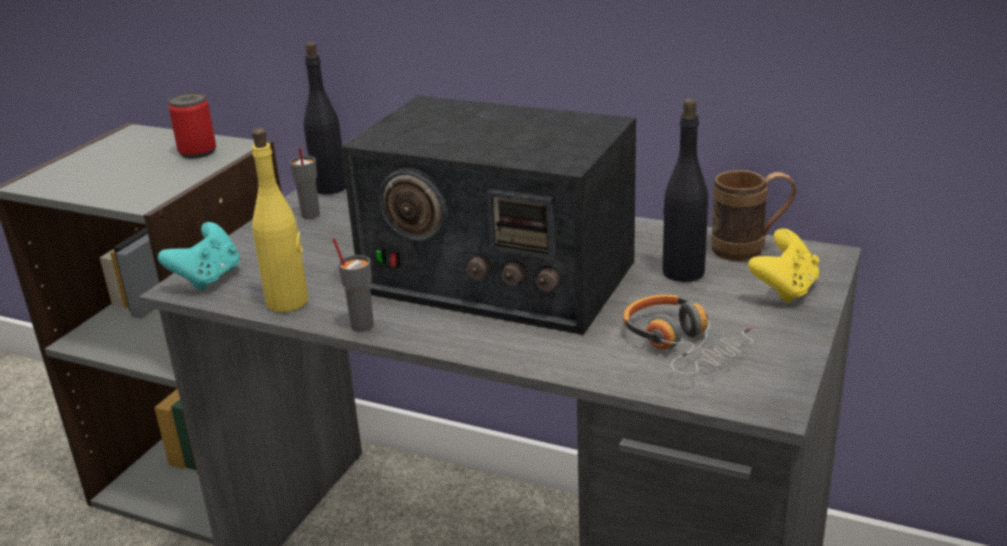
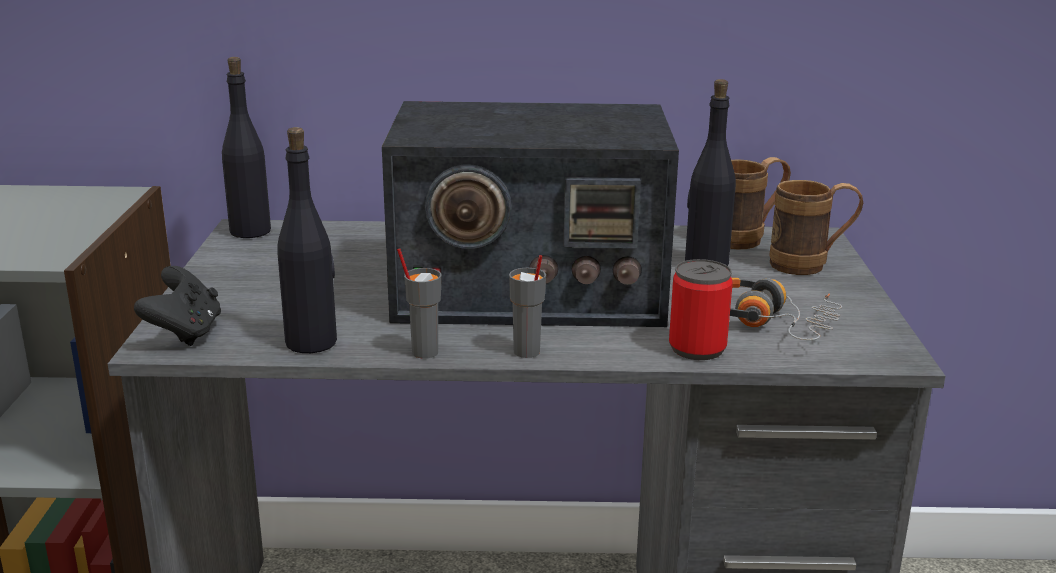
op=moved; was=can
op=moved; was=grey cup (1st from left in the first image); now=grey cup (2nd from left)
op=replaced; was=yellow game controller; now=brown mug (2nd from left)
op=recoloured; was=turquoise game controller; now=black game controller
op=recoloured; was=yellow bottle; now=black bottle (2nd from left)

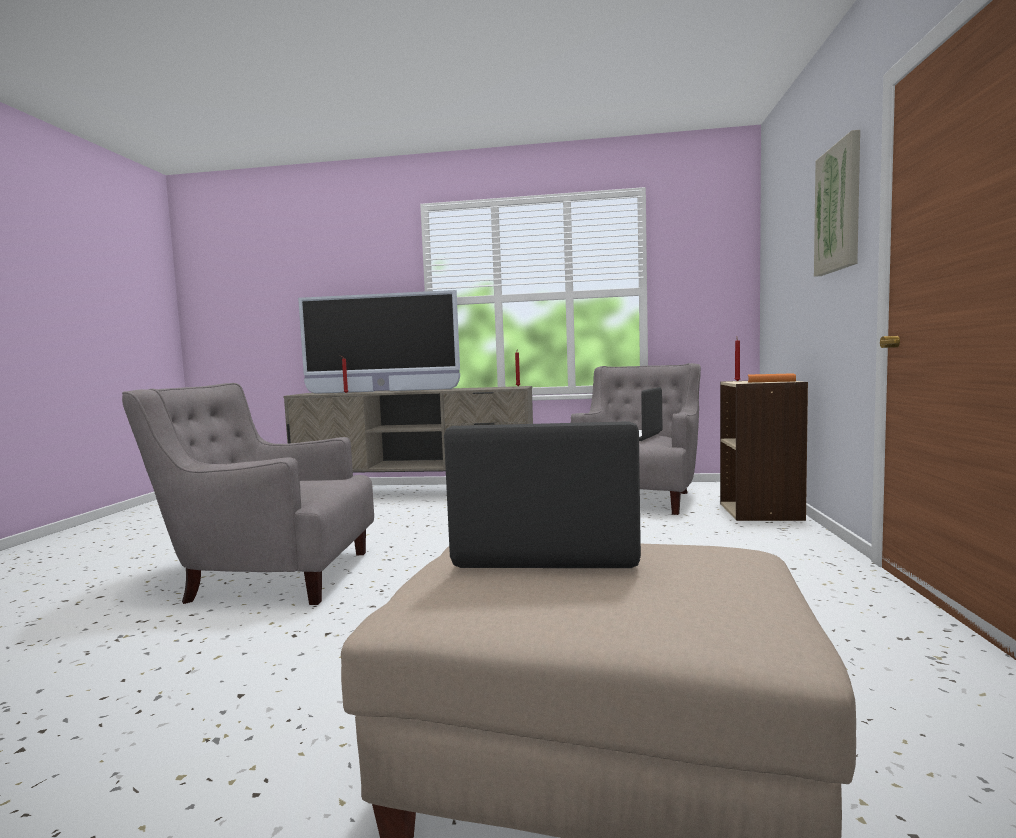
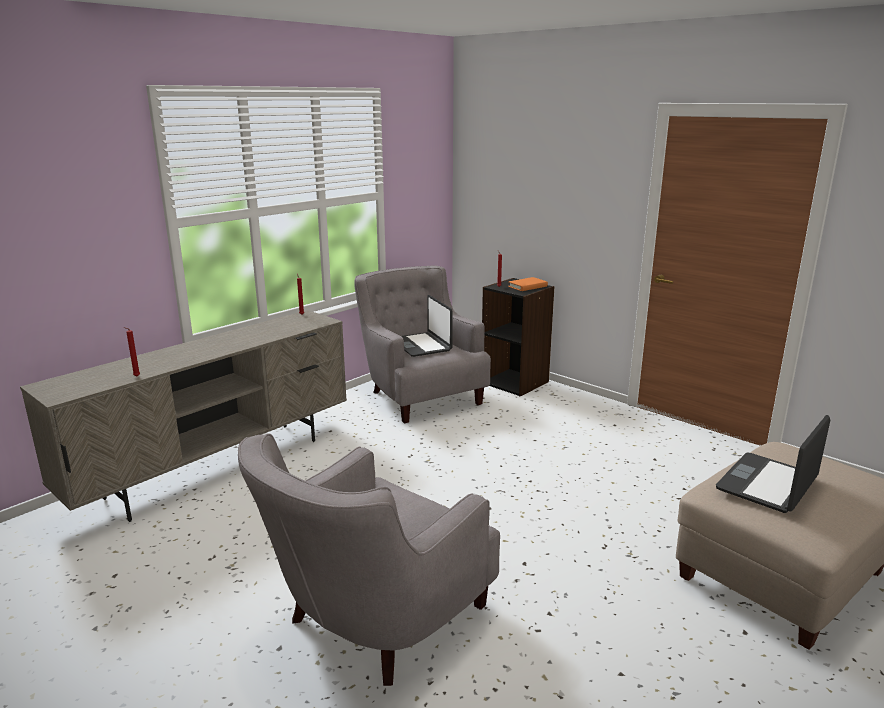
op=removed; was=television
op=removed; was=picture
op=recoloured; was=beige bookcase; now=black bookcase

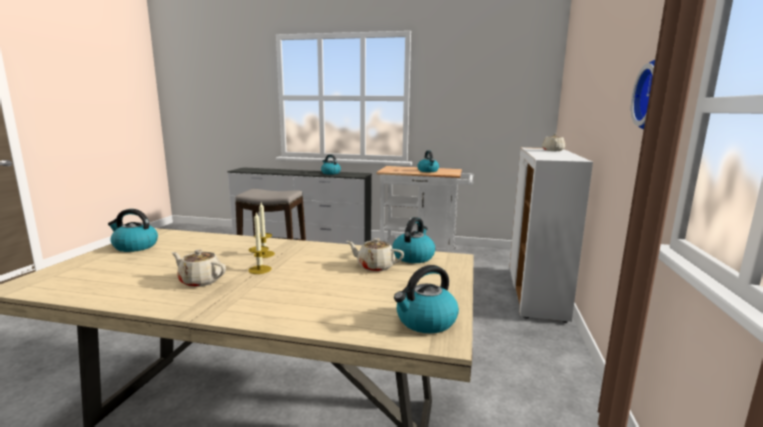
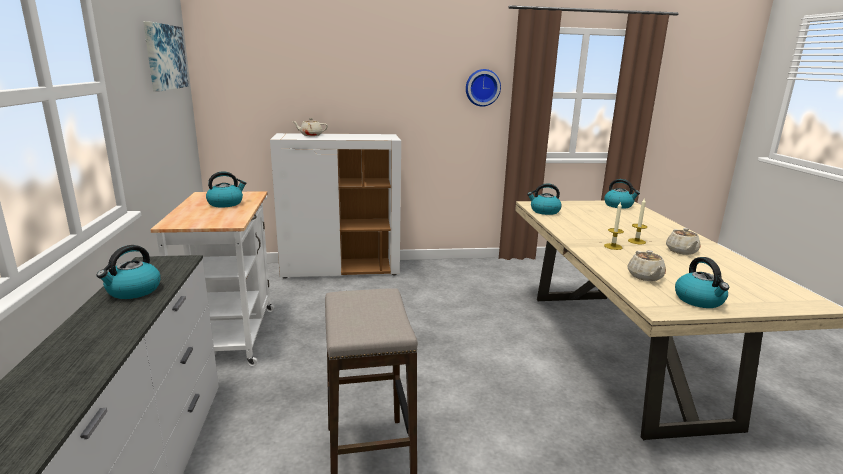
op=added; now=picture
op=moved; was=beige teapot (2nd from left)

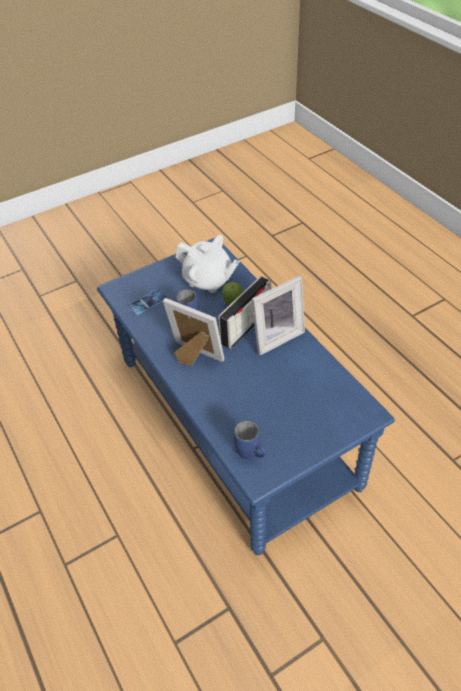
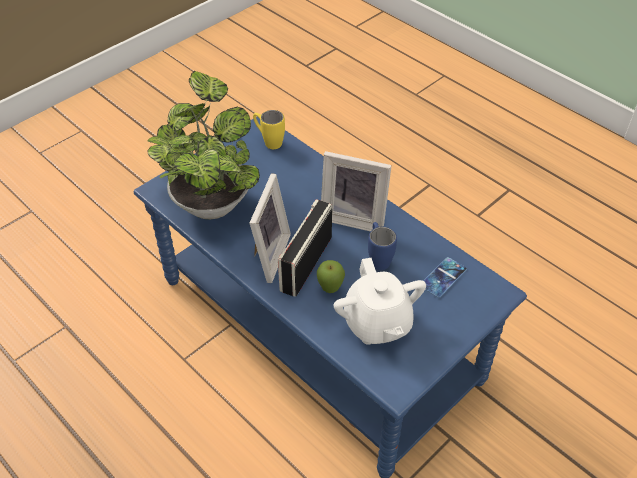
op=added; now=potted plant
op=recoloured; was=blue mug (2nd from left); now=yellow mug
op=turned; was=white teapot; clockwise=-120
op=turned; was=picture frame (2nd from left in the first image); clockwise=150

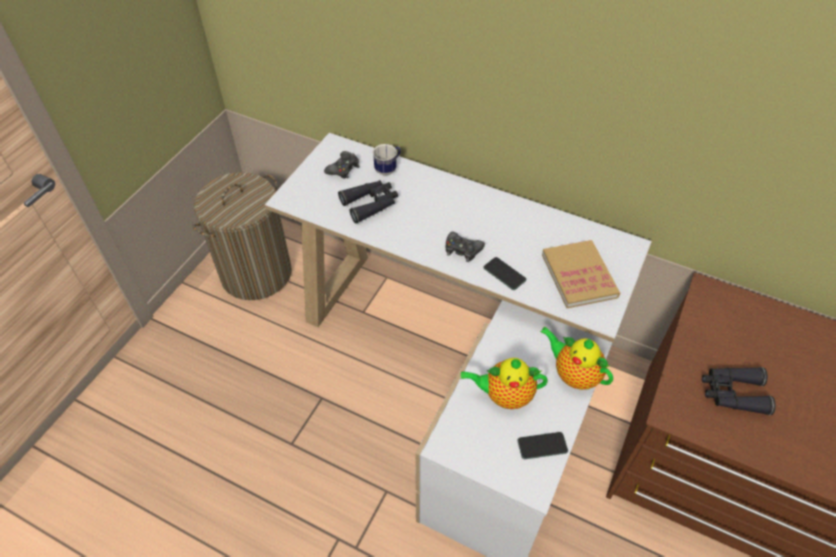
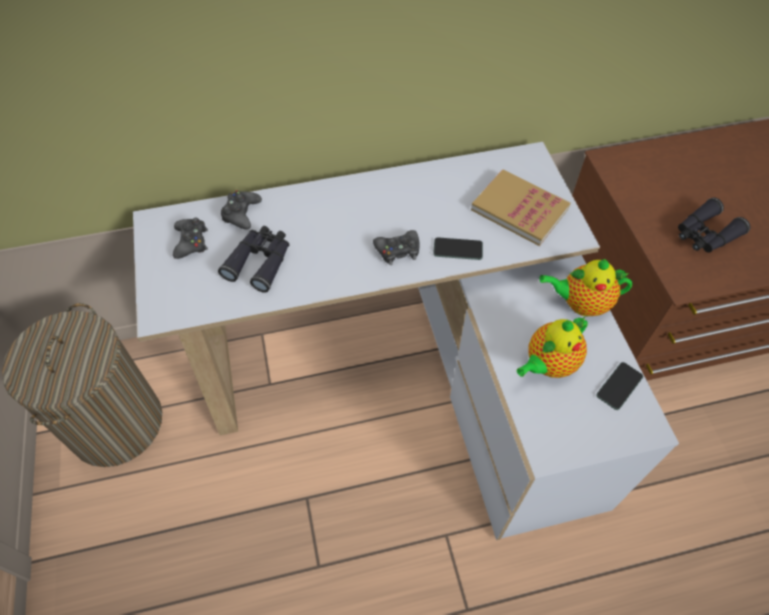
op=replaced; was=mug; now=black game controller (2nd from left)

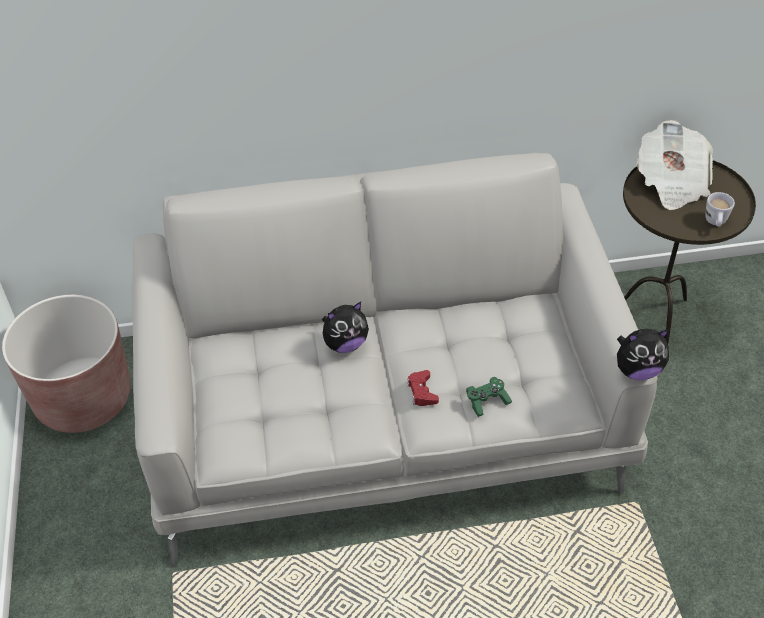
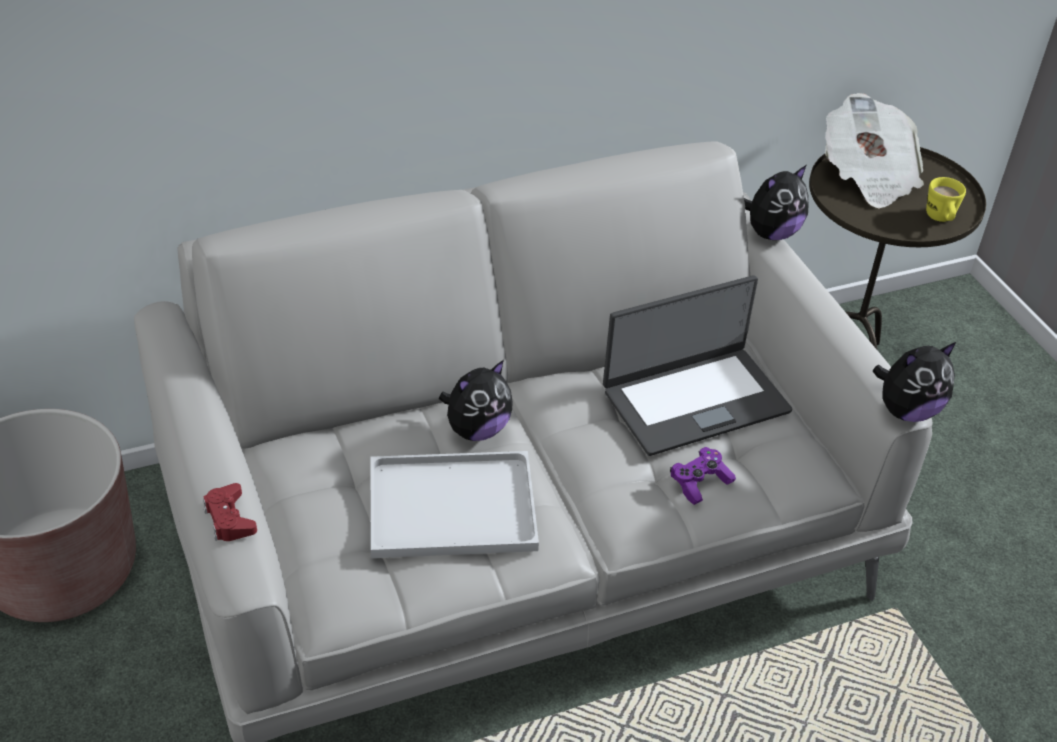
op=added; now=white tray
op=added; now=laptop
op=added; now=plush toy (2nd from left)
op=moved; was=red game controller
op=recoloured; was=green game controller; now=purple game controller
op=recoloured; was=white mug; now=yellow mug

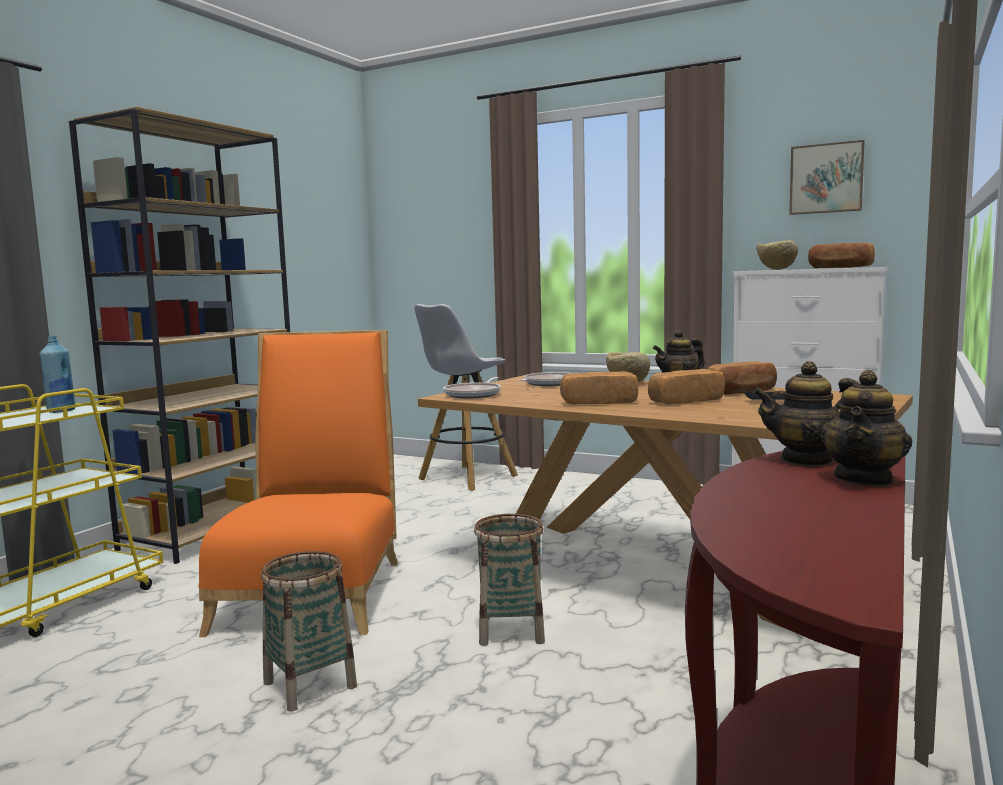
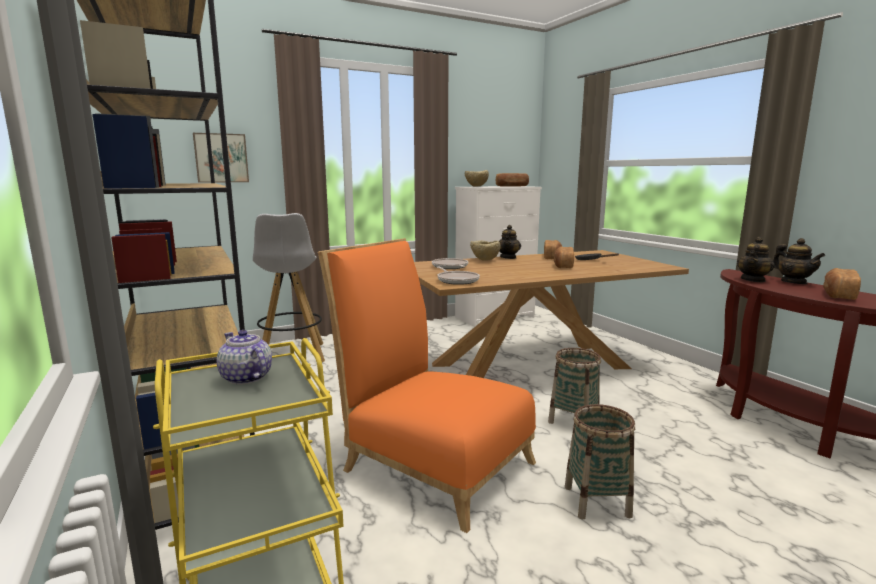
op=moved; was=bread (1st from left in the first image); now=bread (4th from left)
op=moved; was=picture
op=replaced; was=blue bottle; now=teapot (1st from left)

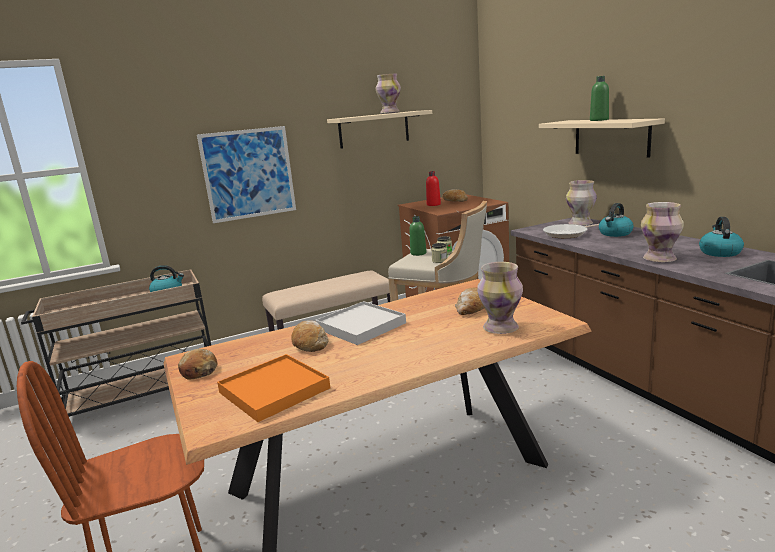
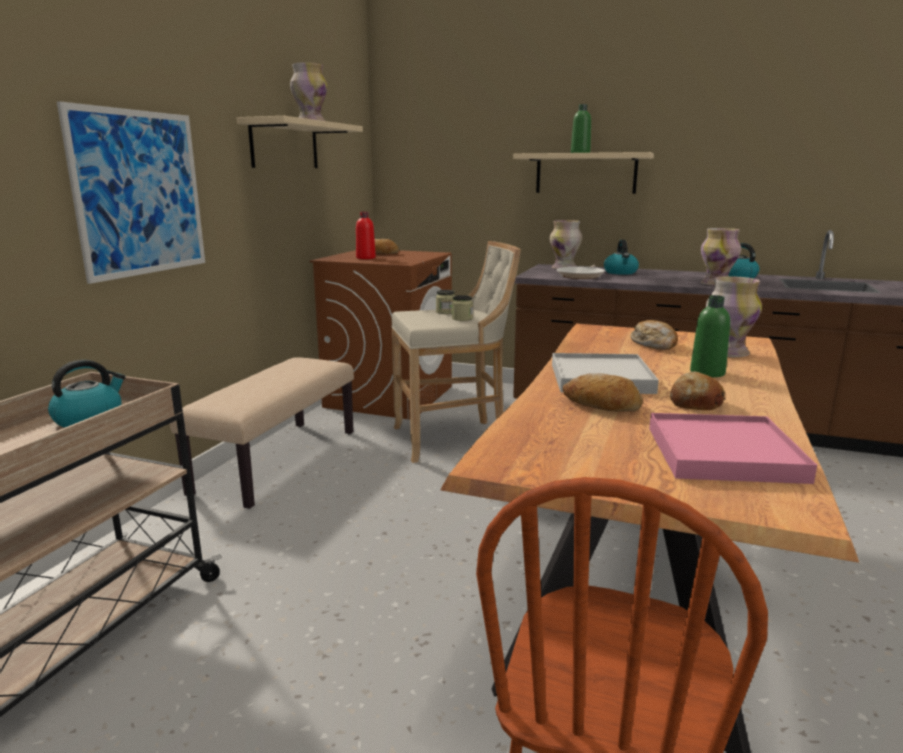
op=moved; was=bread (1st from left in the first image); now=bread (4th from left)
op=moved; was=green bottle (1st from left in the first image); now=green bottle (2nd from left)
op=recoloured; was=orange tray; now=pink tray

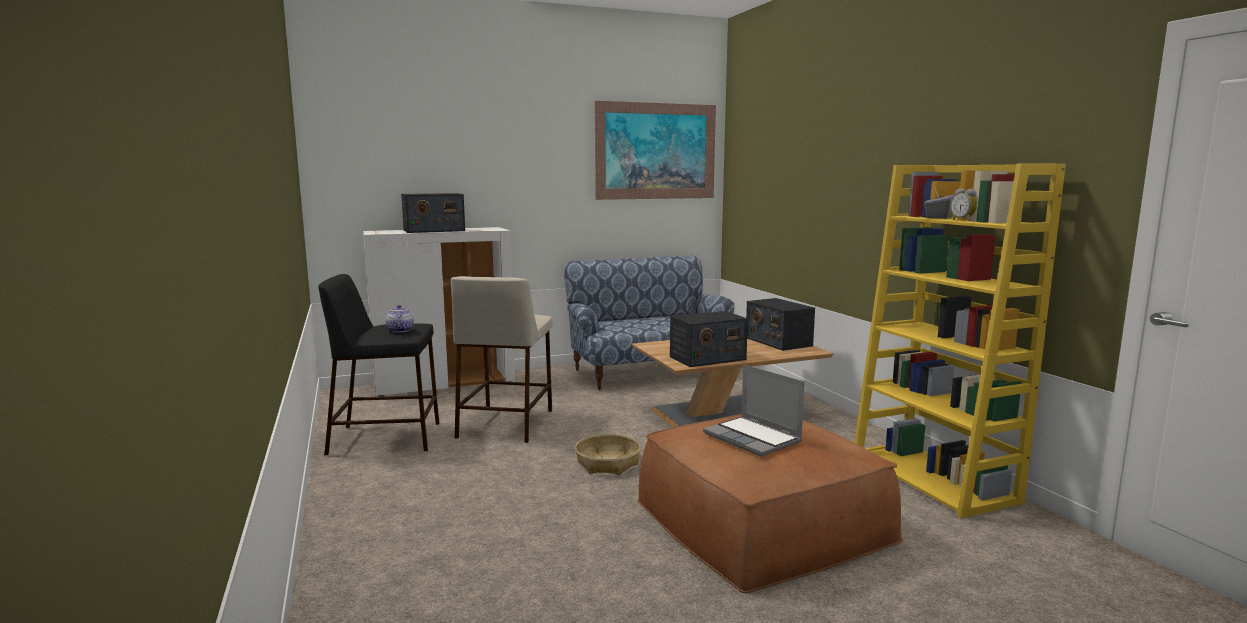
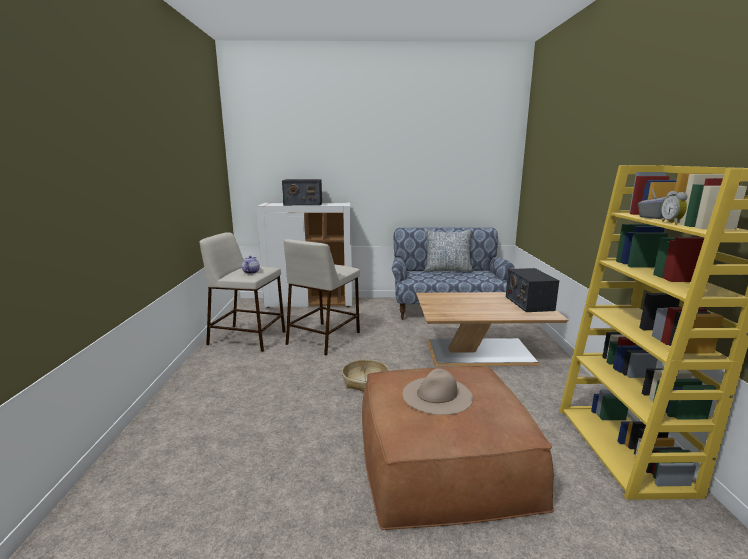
op=removed; was=picture
op=removed; was=radio (2nd from left)
op=added; now=pillow
op=replaced; was=laptop; now=beige hat
op=recoloured; was=black stool; now=beige stool (1st from left)

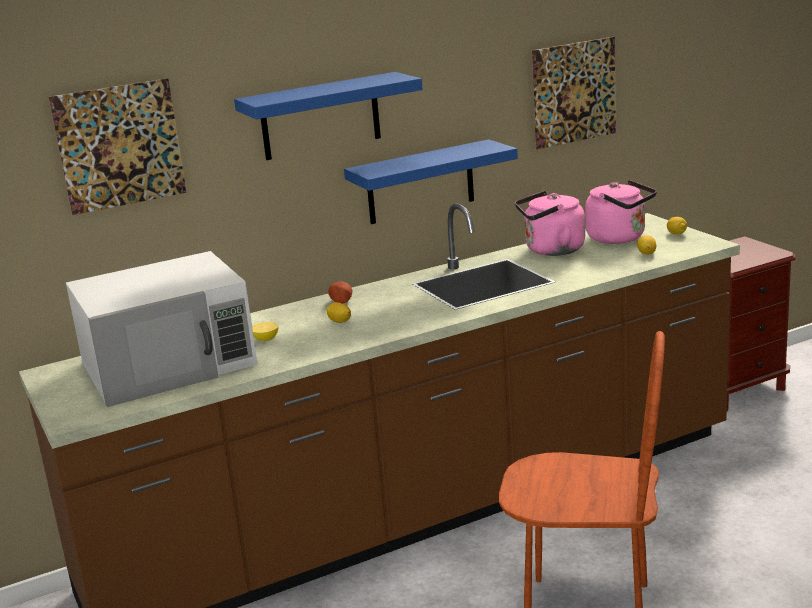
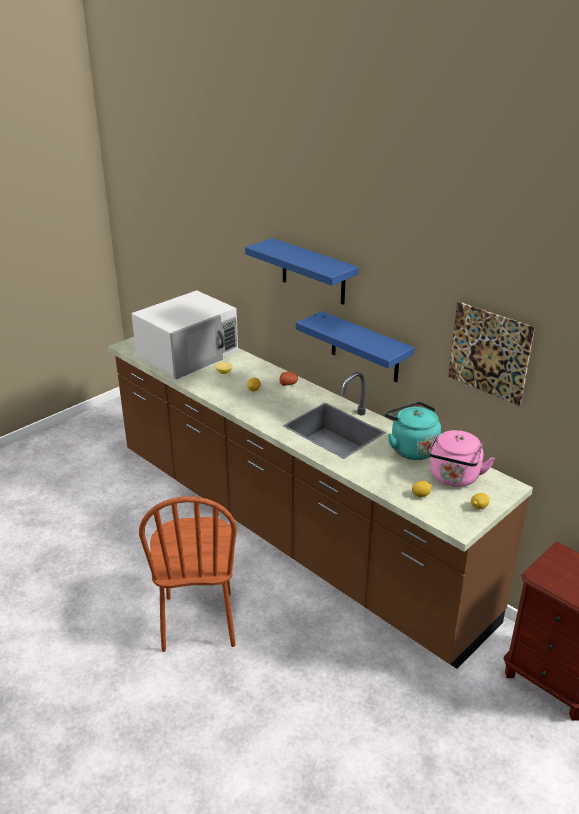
op=removed; was=picture (1st from left)
op=recoloured; was=pink kettle (1st from left); now=turquoise kettle
op=turned; was=white microwave; clockwise=-90

